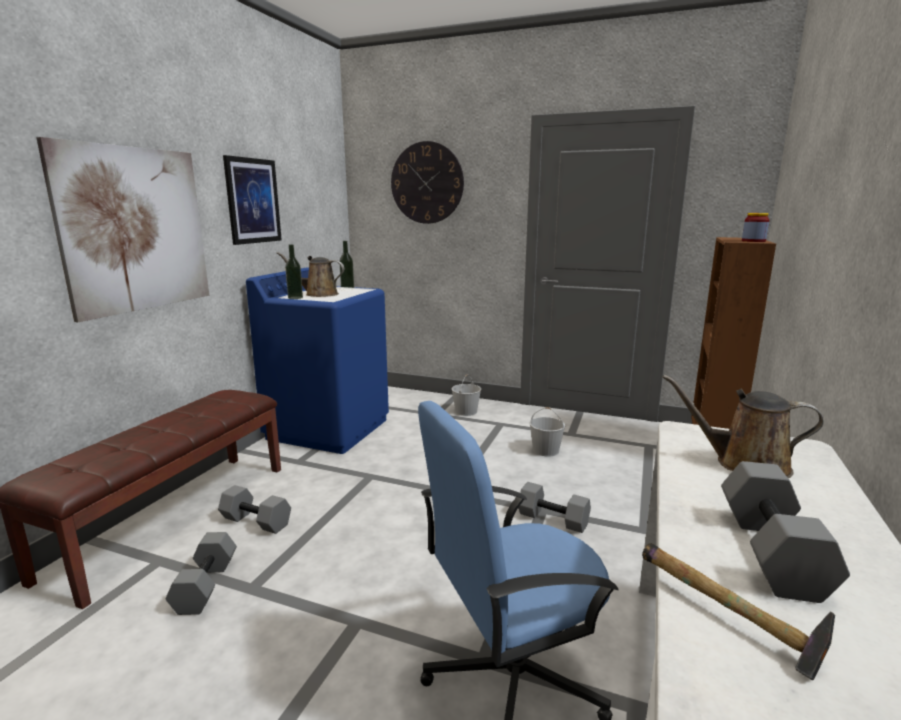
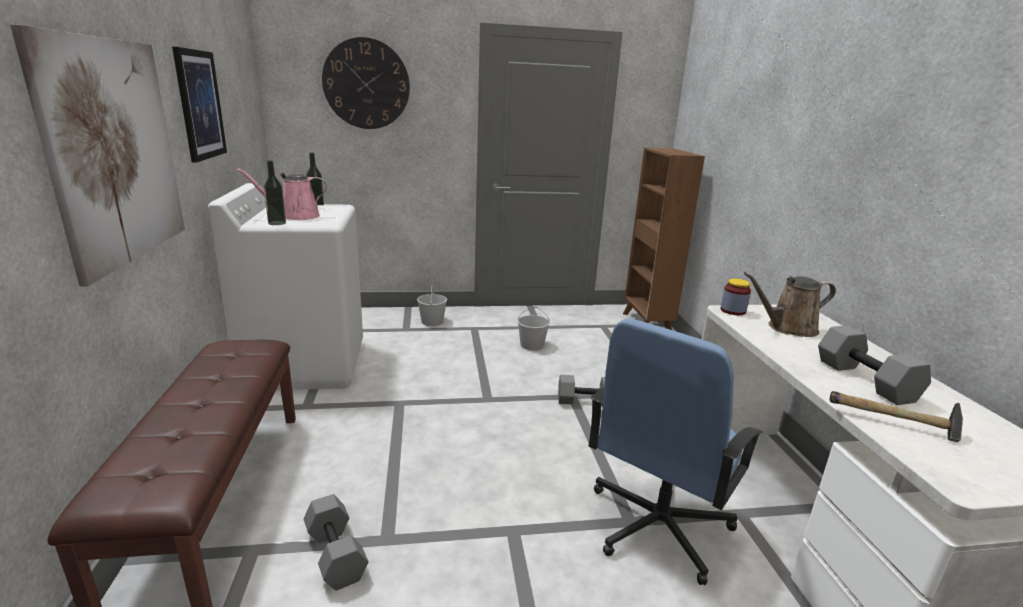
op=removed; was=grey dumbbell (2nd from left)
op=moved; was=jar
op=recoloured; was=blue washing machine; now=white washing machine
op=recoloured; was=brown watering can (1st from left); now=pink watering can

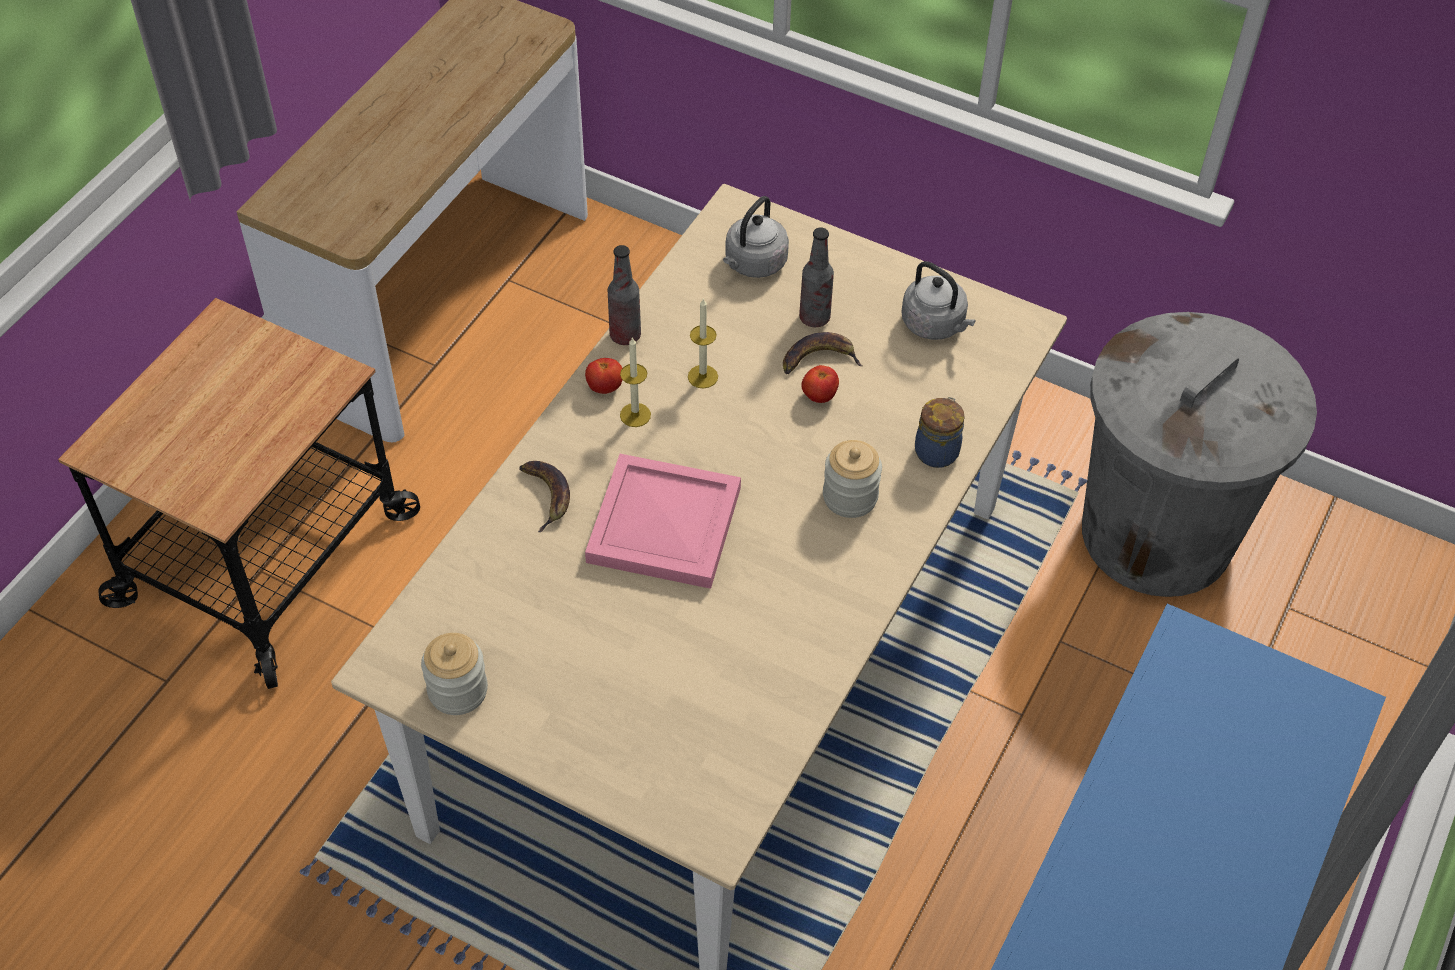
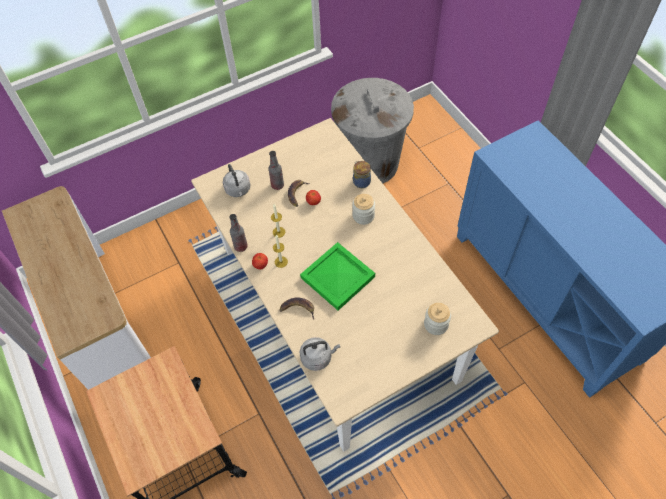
op=moved; was=jar (1st from left in the first image); now=jar (3rd from left)
op=moved; was=grey kettle (2nd from left)
op=recoloured; was=pink tray; now=green tray

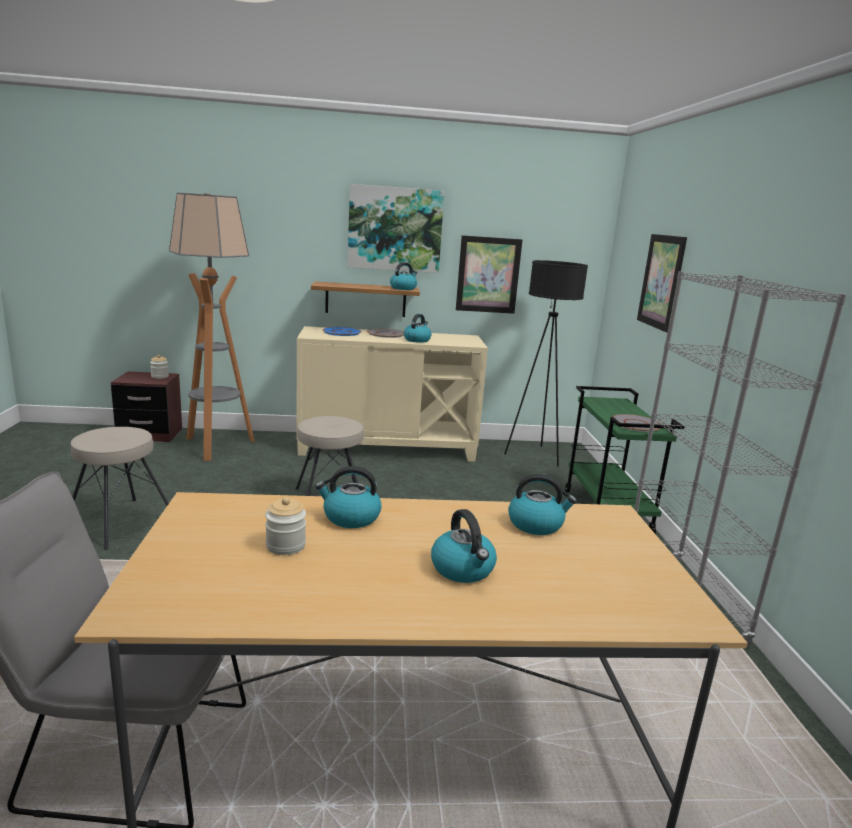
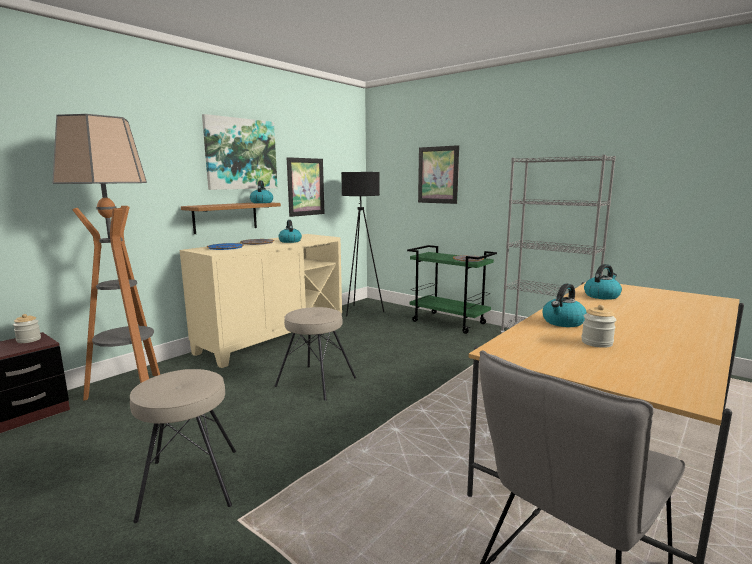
op=removed; was=kettle (4th from left)

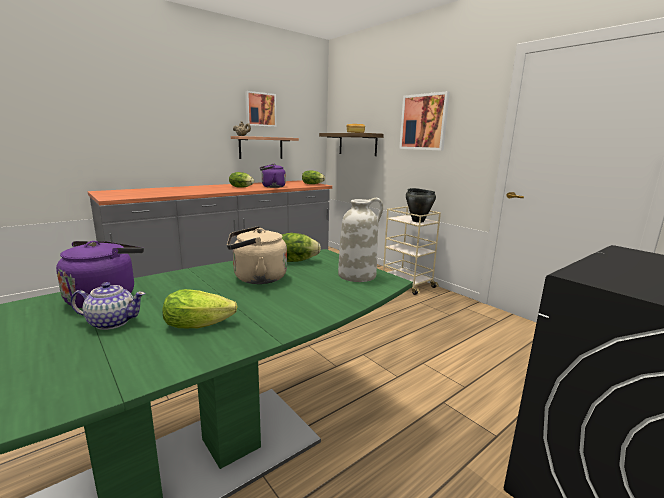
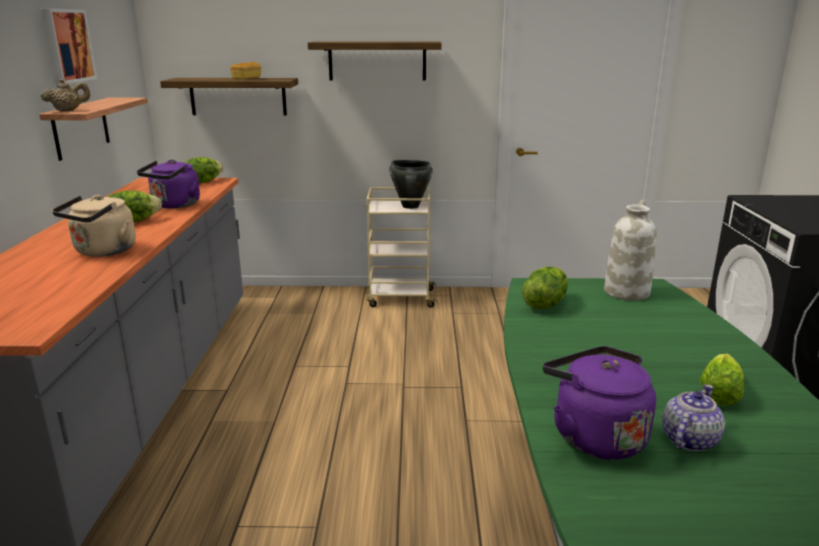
op=moved; was=beige kettle
op=replaced; was=picture (2nd from left); now=shelf (3rd from left)

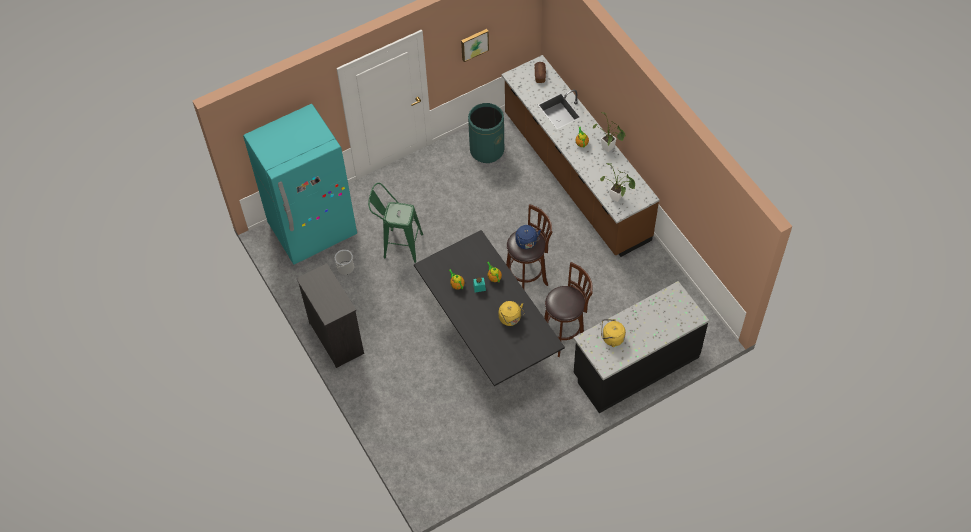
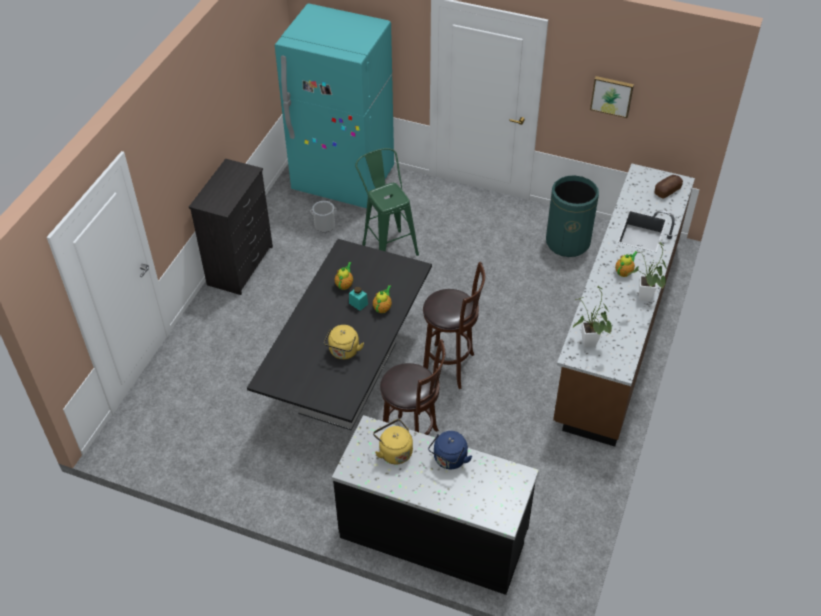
op=moved; was=blue kettle

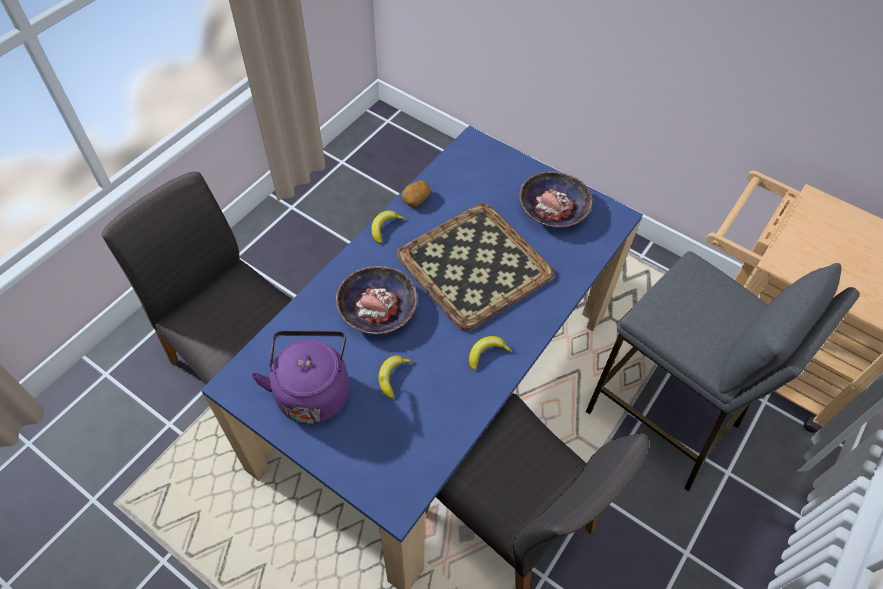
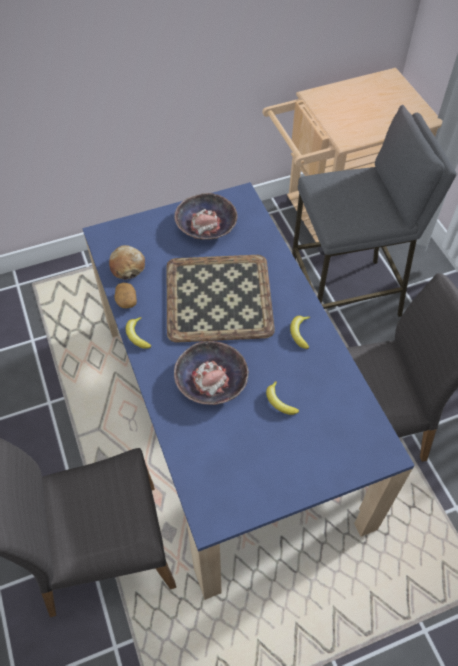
op=removed; was=purple kettle
op=added; now=bread

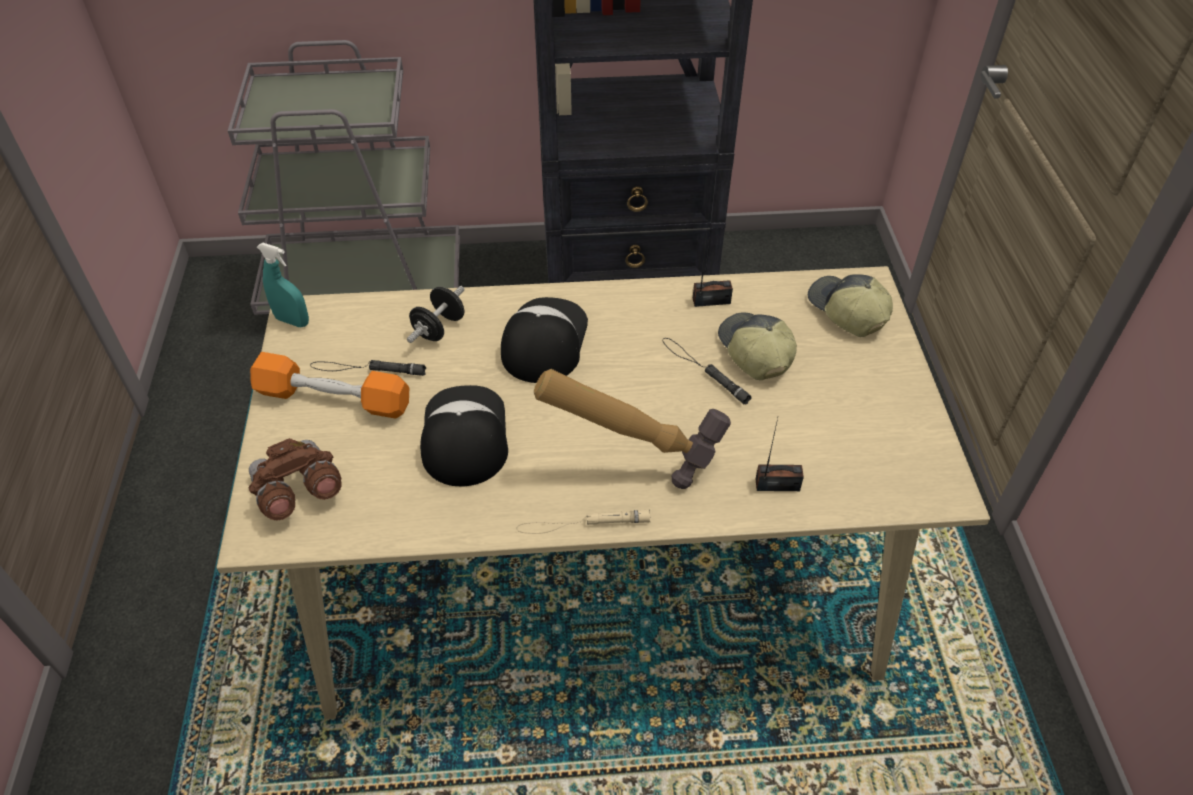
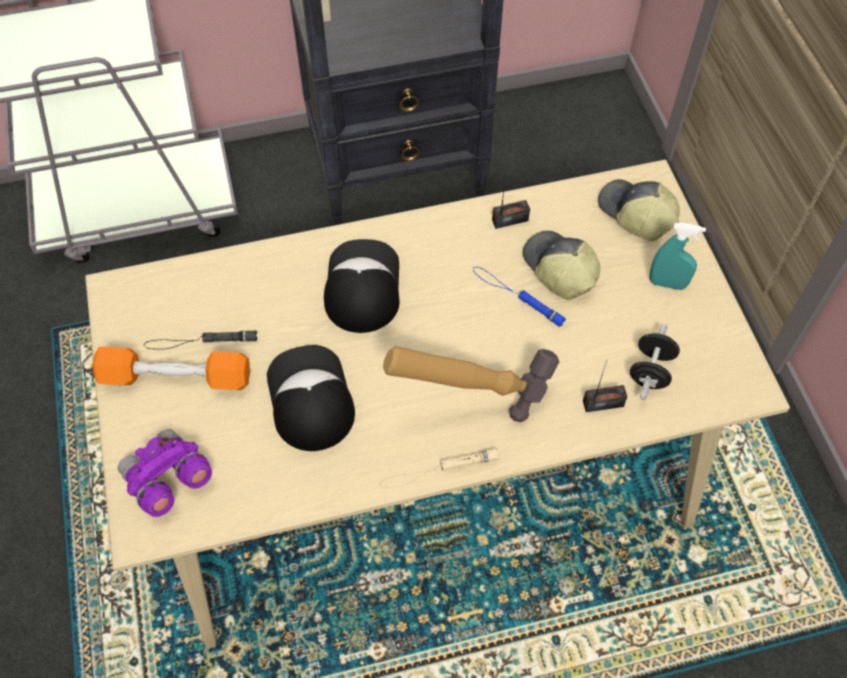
op=moved; was=turquoise spray bottle
op=moved; was=black dumbbell
op=recoloured; was=brown binoculars; now=purple binoculars
op=recoloured; was=black flashlight (2nd from left); now=blue flashlight

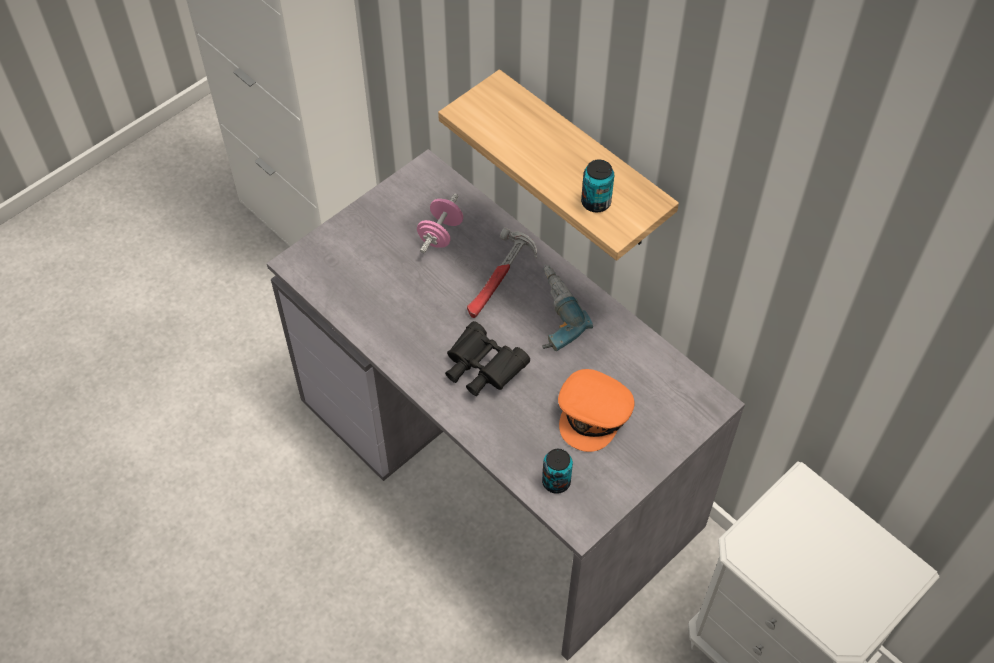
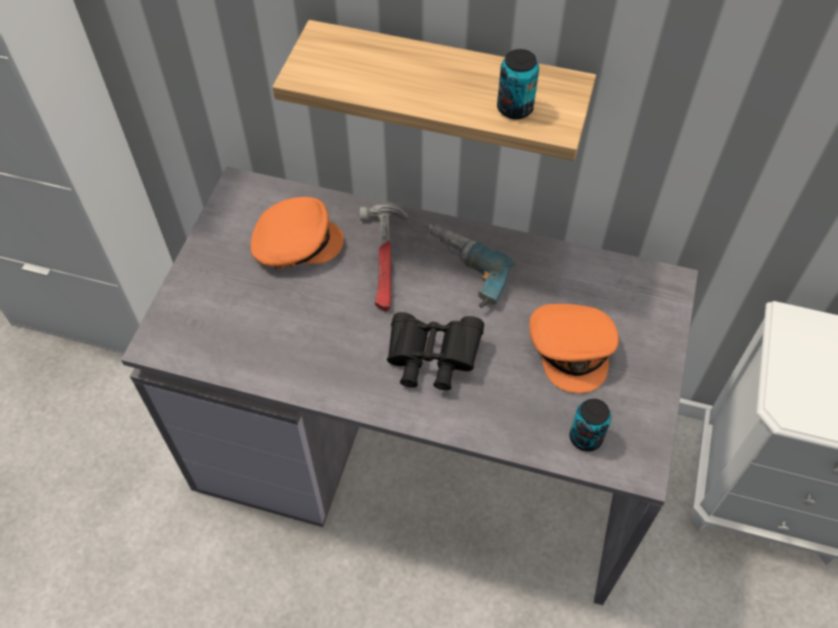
op=replaced; was=pink dumbbell; now=orange cap (1st from left)

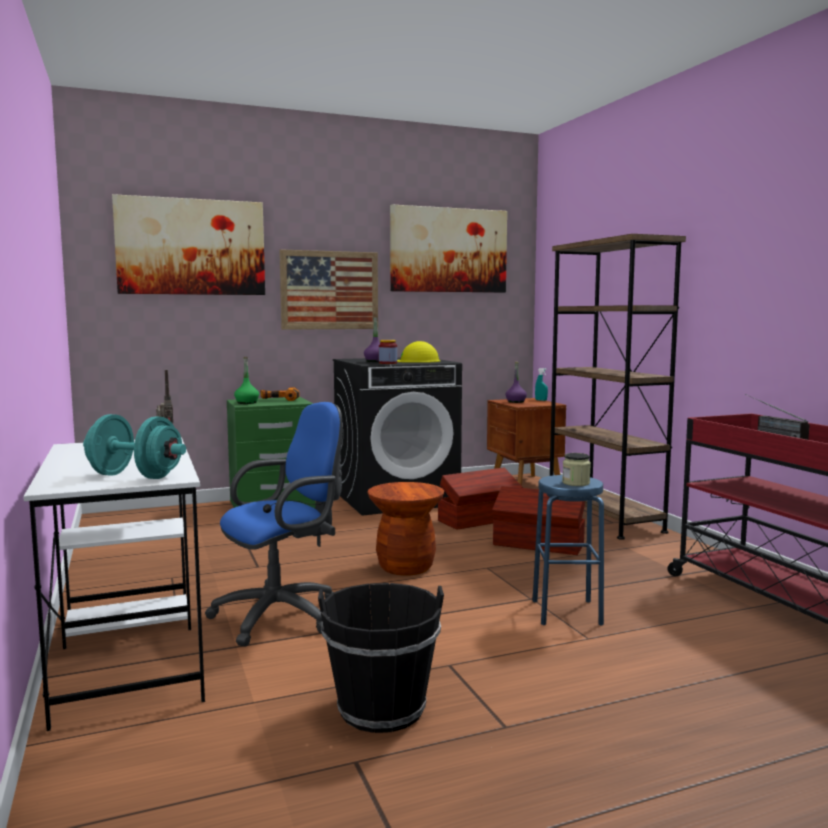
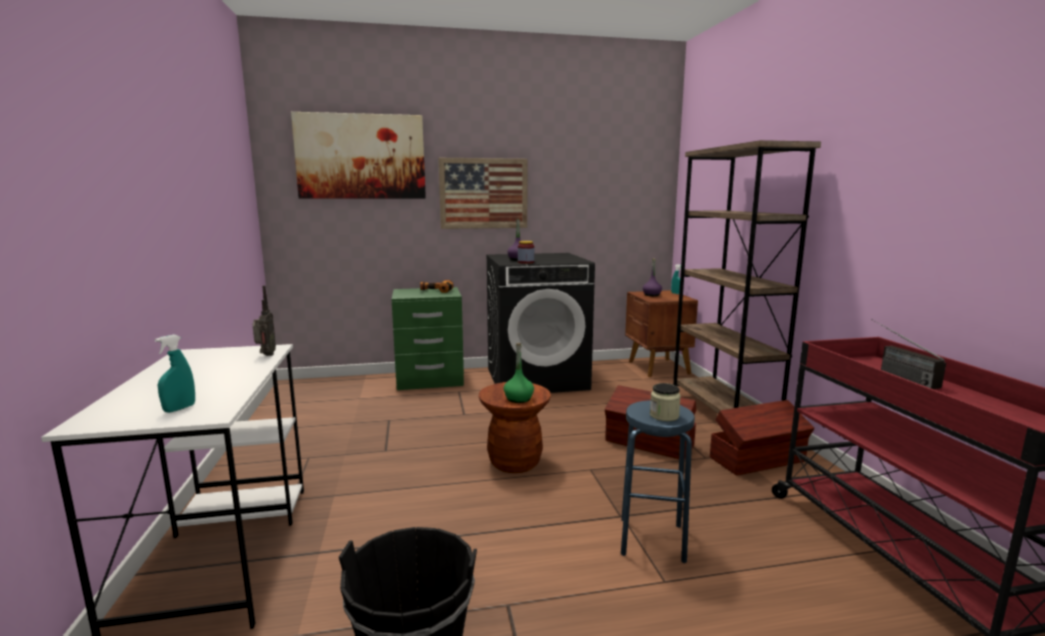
op=removed; was=blue office chair
op=removed; was=picture (3rd from left)
op=removed; was=yellow hard hat
op=moved; was=green bottle
op=moved; was=brown storage box (1st from left in the first image); now=brown storage box (2nd from left)
op=replaced; was=turquoise dumbbell; now=turquoise spray bottle (1st from left)

